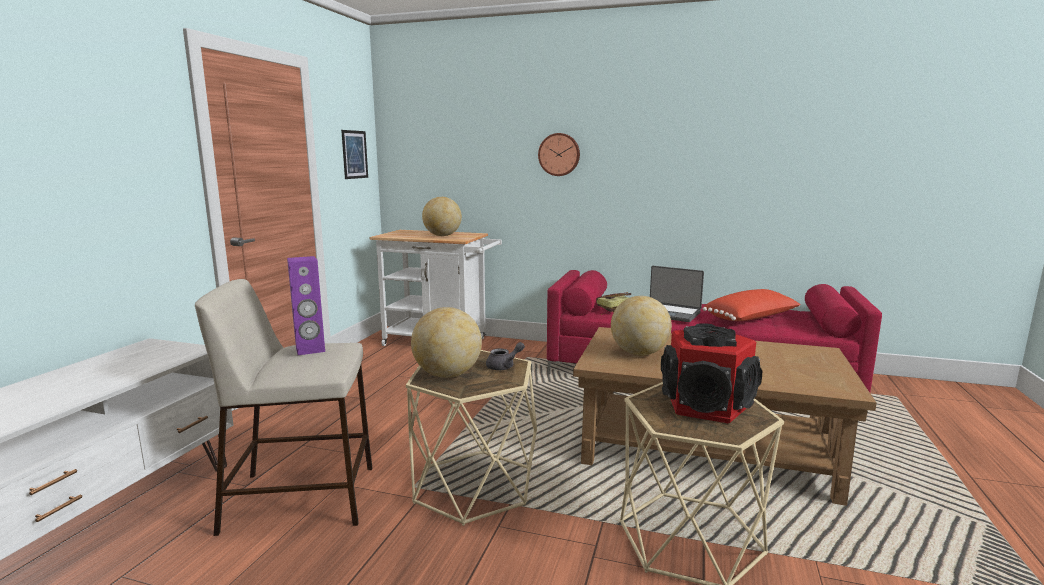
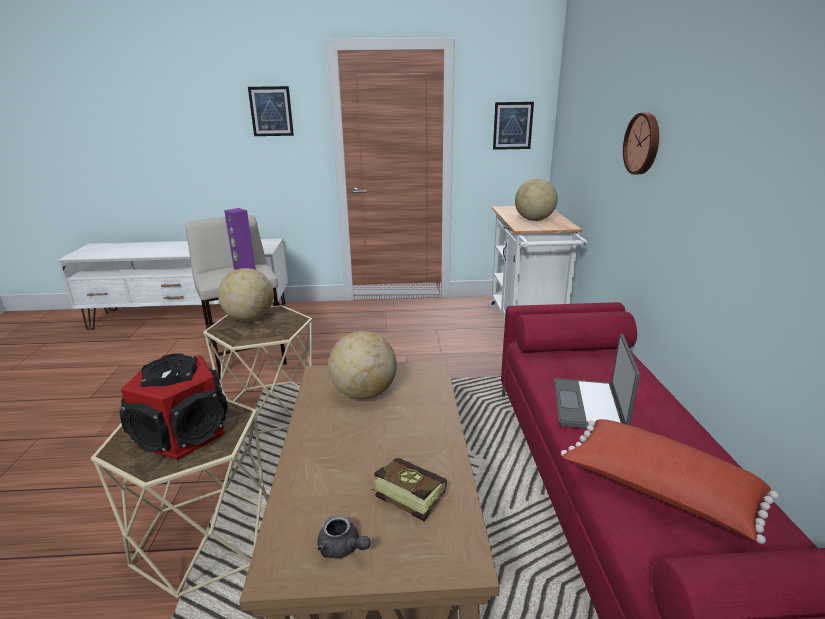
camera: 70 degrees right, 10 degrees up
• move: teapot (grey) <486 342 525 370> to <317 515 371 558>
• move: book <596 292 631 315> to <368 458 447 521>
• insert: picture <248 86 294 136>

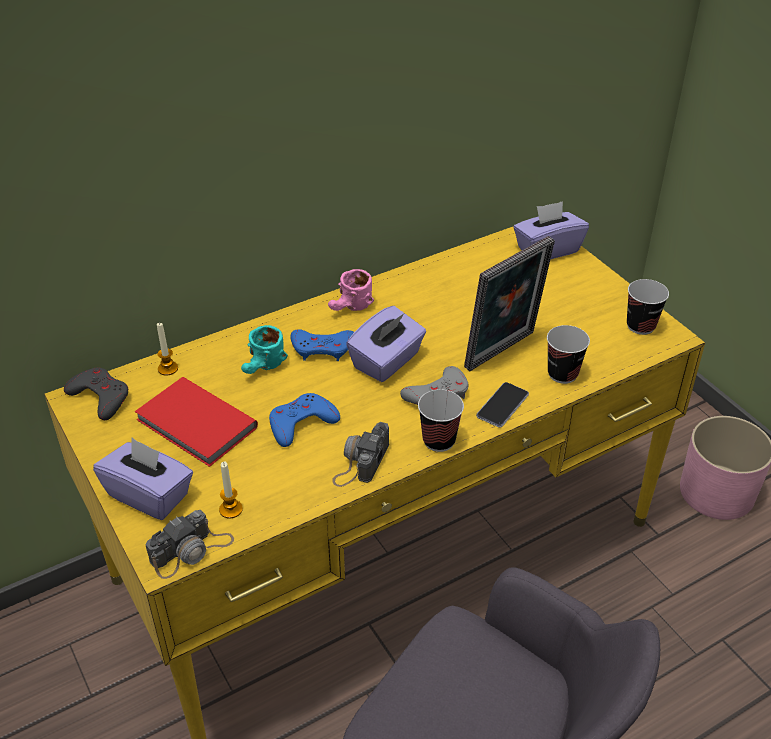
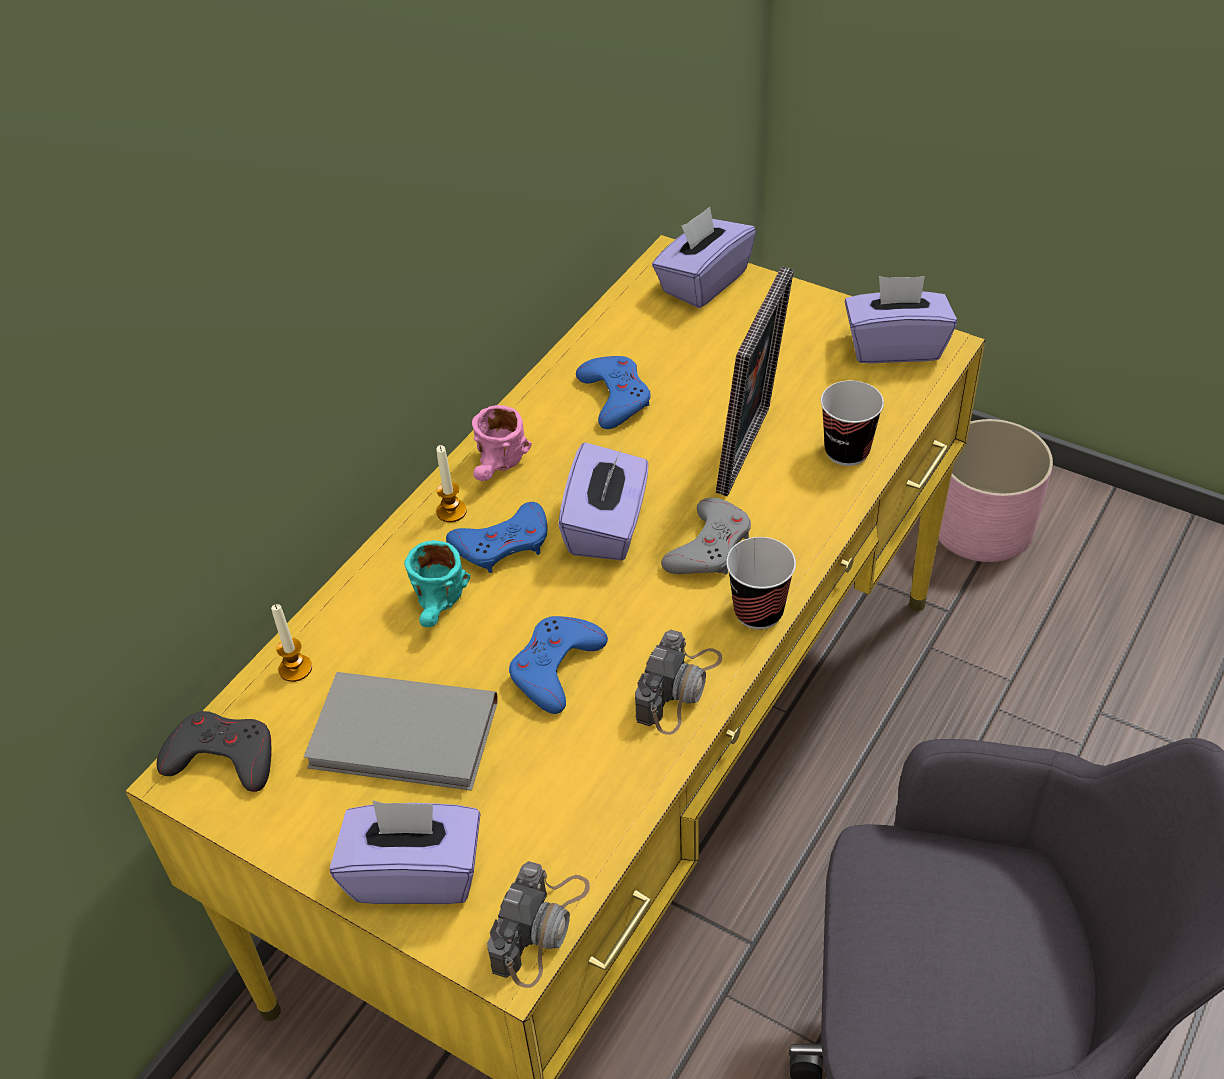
camera: 25 degrees left, 5 degrees up
• recolor: book (red) <135 377 258 467> to book (grey) <304 672 498 791>
• move: candle <219 462 243 519> to <436 445 467 522>
• rotate: photo camera <332 422 389 487> = <635 630 722 735> 150 degrees counterclockwise
• delete: phone <476 382 529 428>
• replace: cup <627 279 669 335> to tissue box (purple) <845 276 957 364>
• insert: game controller (blue) <576 356 651 429>

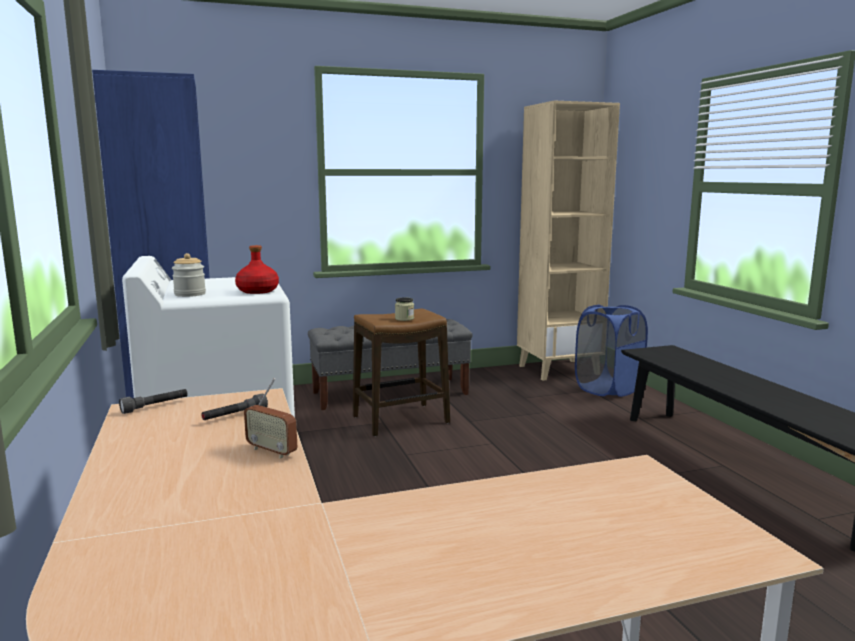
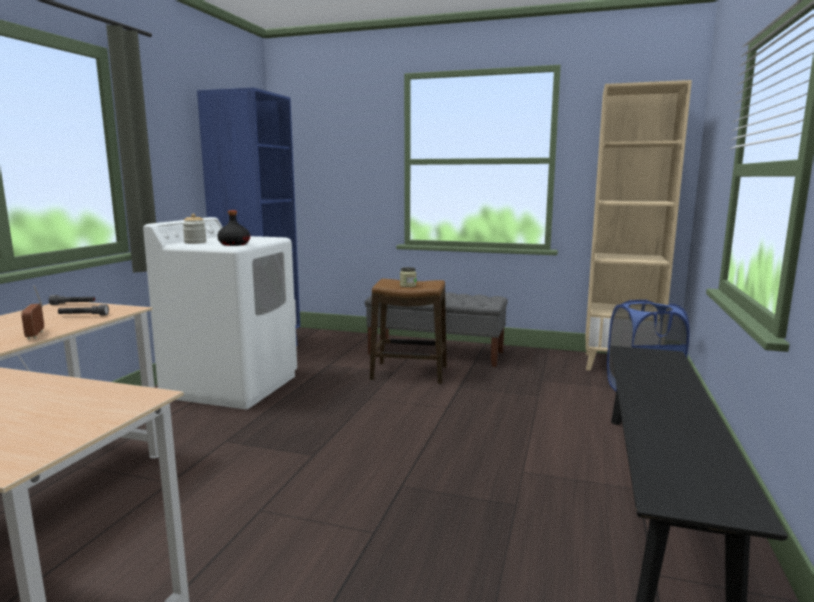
camera: 35 degrees right, 0 degrees up
• recolor: bottle (red) <235 245 279 294> to bottle (black) <217 210 250 246>

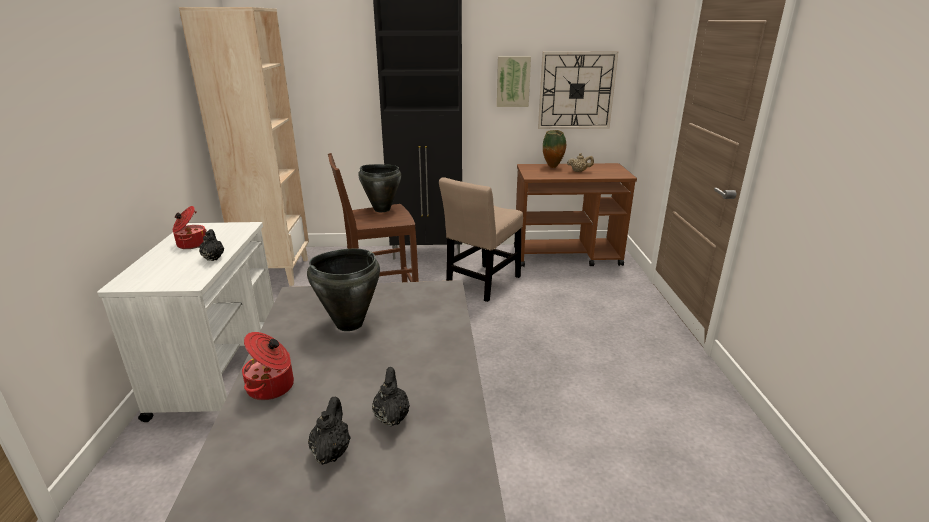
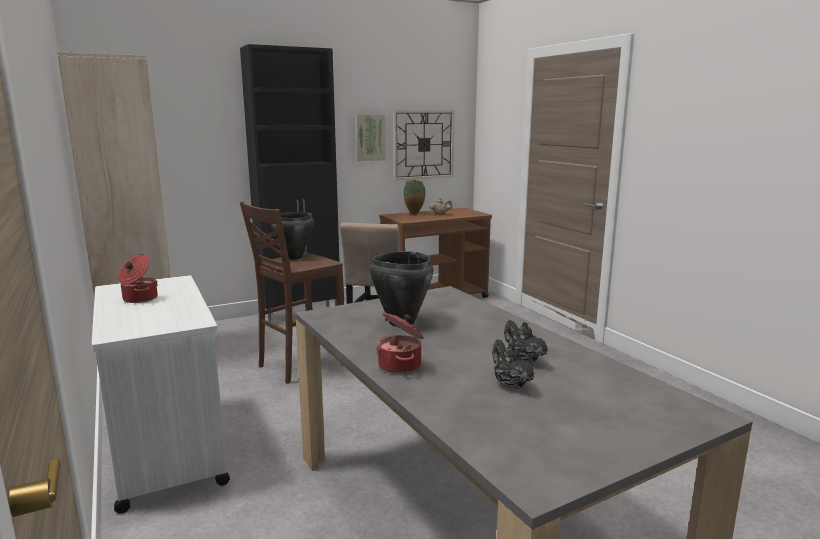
camera: 25 degrees left, 10 degrees down
• delete: teapot (black) <199 229 224 261>

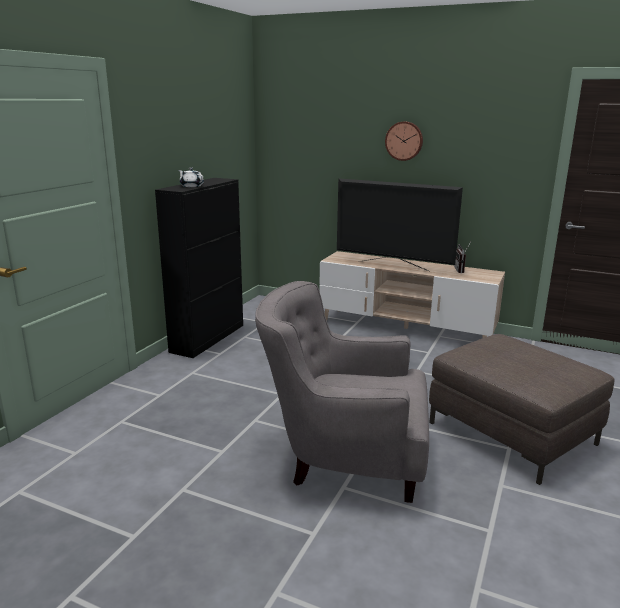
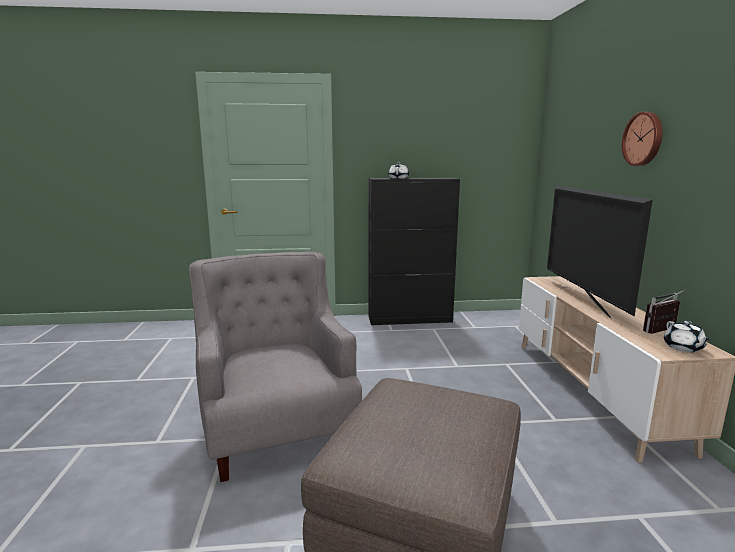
camera: 60 degrees right, 5 degrees down
• insert: teapot (white) <664 321 711 352>

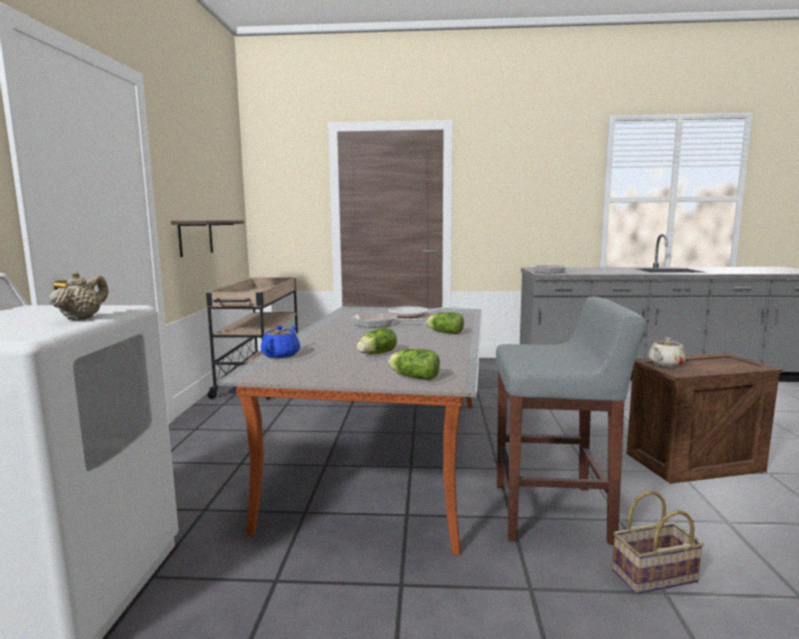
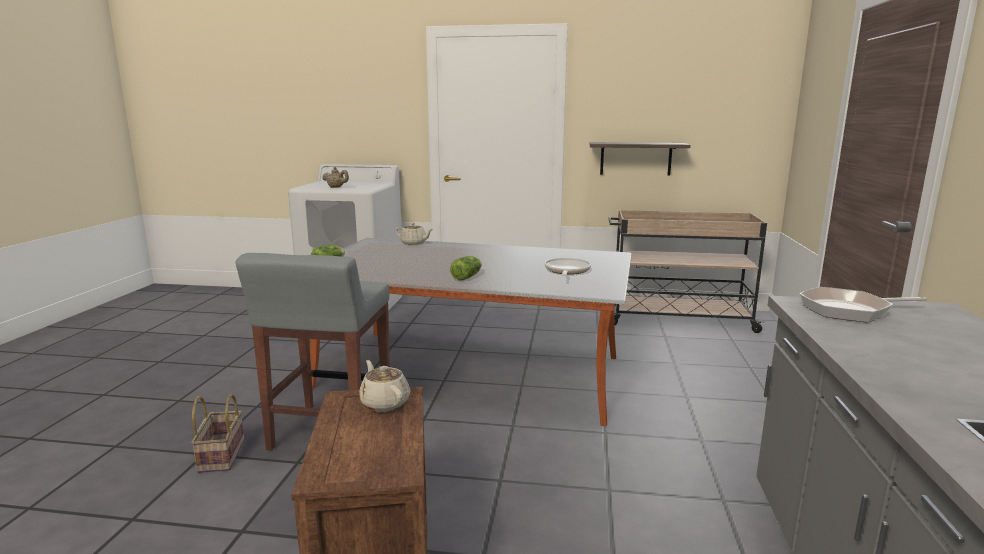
camera: 95 degrees right, 5 degrees up
• recolor: teapot (blue) <261 326 300 358> to teapot (beige) <395 223 433 245>
• delete: frying pan <351 313 423 328>
• delete: lettuce <357 327 397 354>

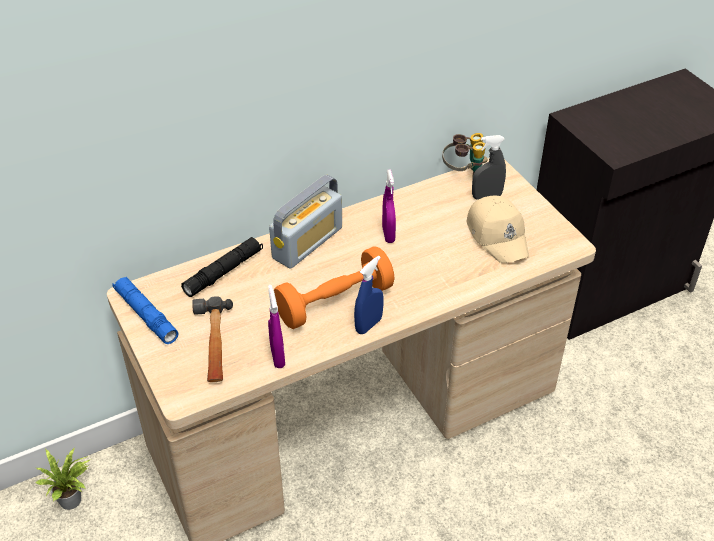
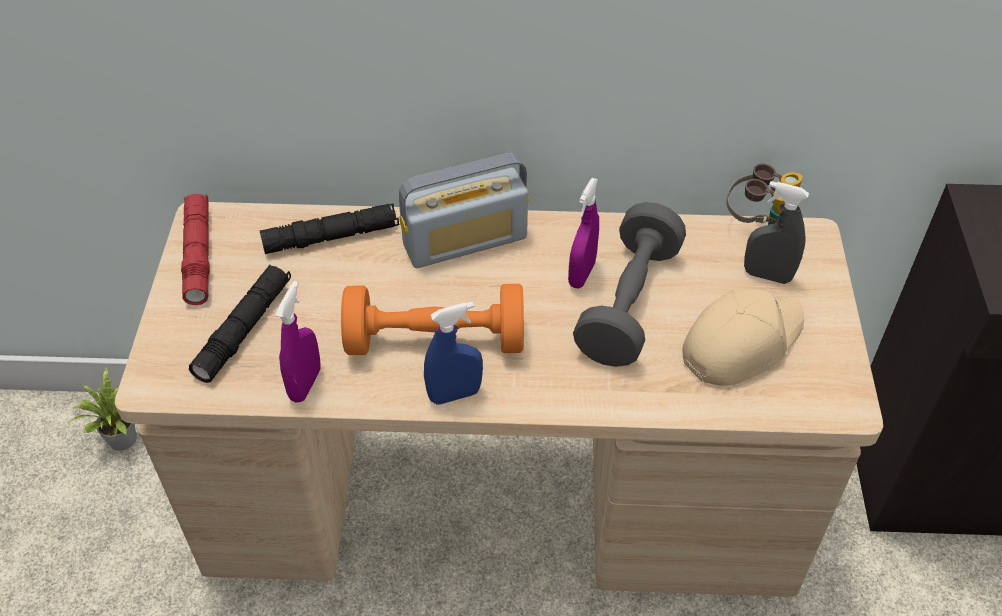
camera: 30 degrees right, 5 degrees up
• recolor: flashlight (blue) <113 277 179 344> to flashlight (red) <181 194 210 305>
• replace: hammer <192 296 233 382> to flashlight (black) <189 265 291 383>
• rotate: cap (beige) <467 196 529 263> = <682 289 804 386> 135 degrees counterclockwise
• insert: dumbbell (grey) <573 202 686 367>

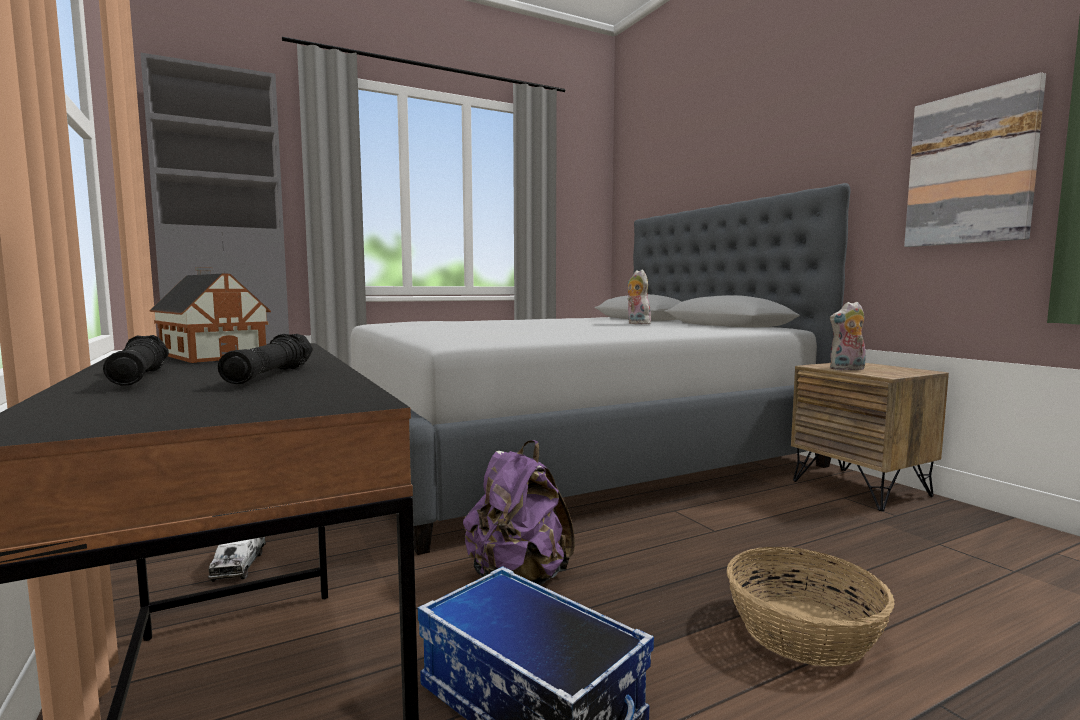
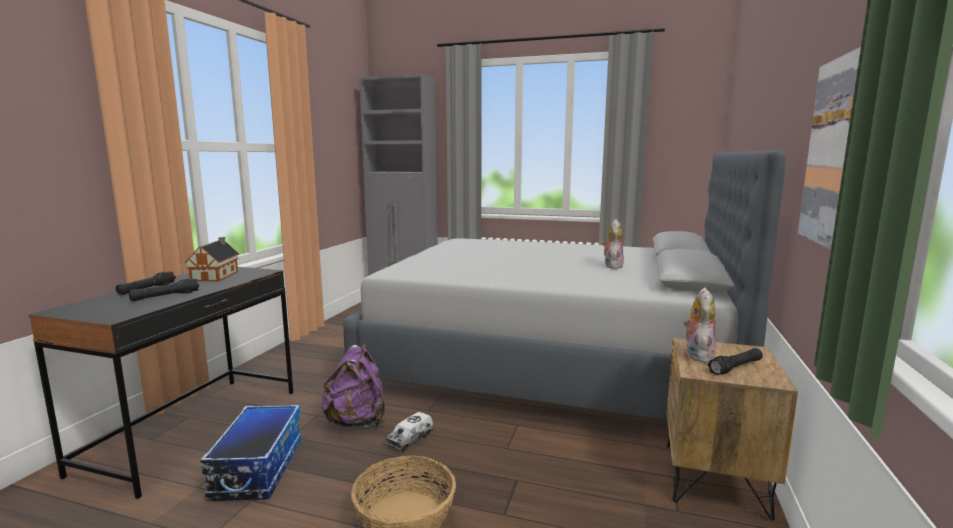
camera: 45 degrees right, 5 degrees up
• move: toy truck <208 537 266 582> to <386 412 434 452>
• rotate: plush toy <830 302 866 370> = <683 287 716 363> 75 degrees clockwise
• insert: flashlight (black) <708 348 763 375>

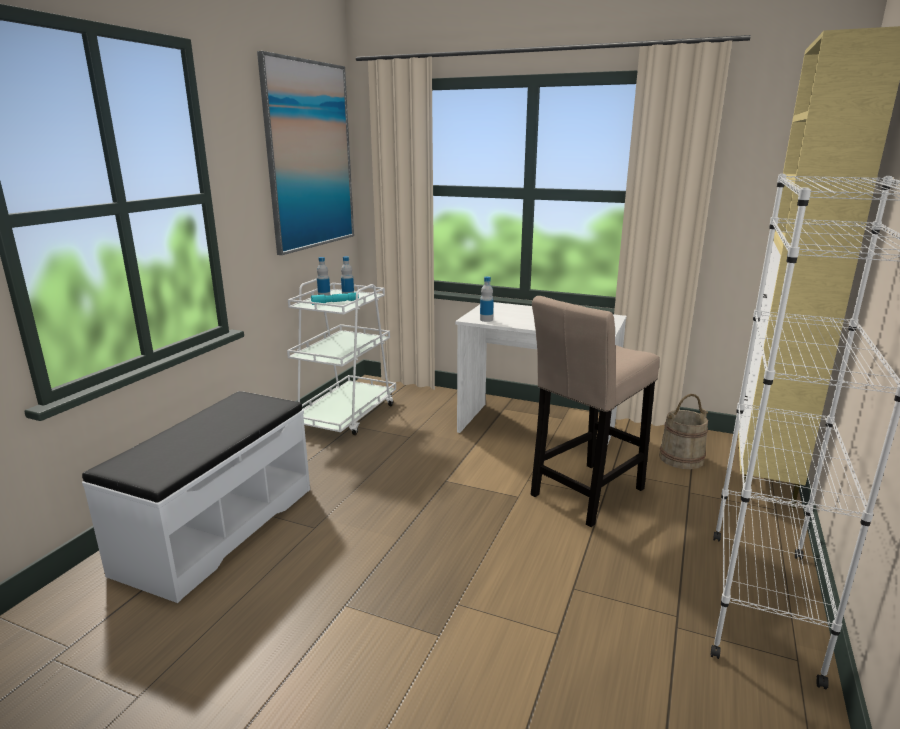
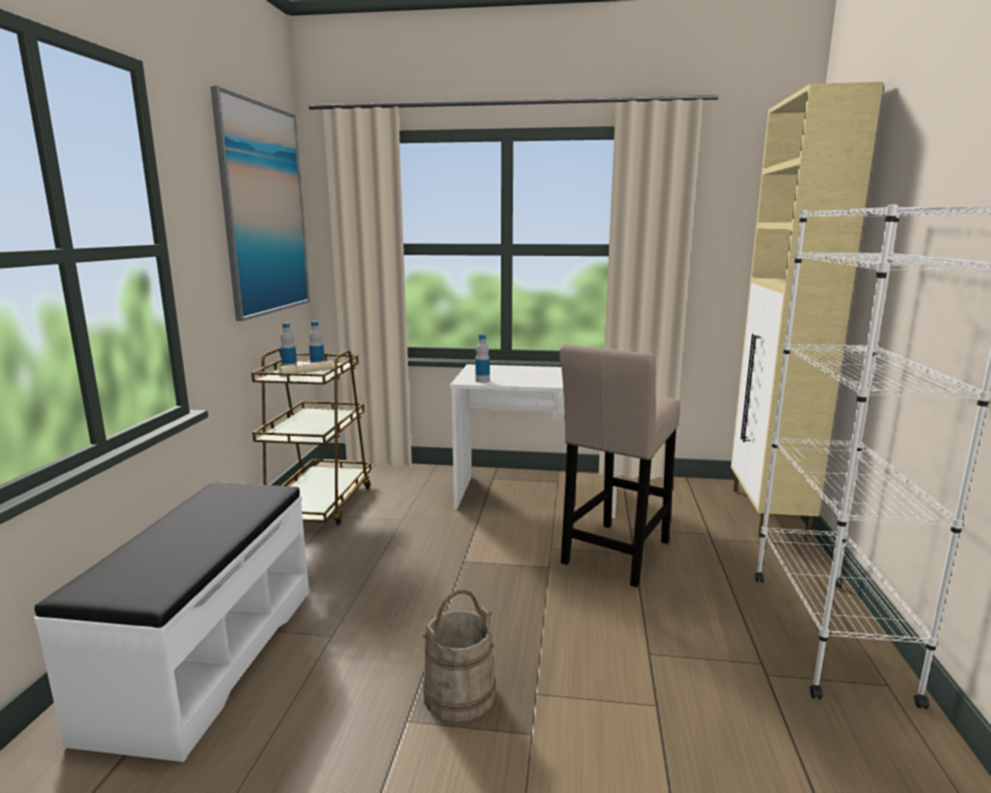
camera: 15 degrees left, 5 degrees down
• recolor: cart (white) <287 279 396 435> to cart (brown) <251 348 371 525>
• recolor: flashlight (turquoise) <311 292 359 305> to flashlight (beige) <278 361 334 377>
• move: bucket (beige) <659 394 708 469> to <422 589 496 722>

